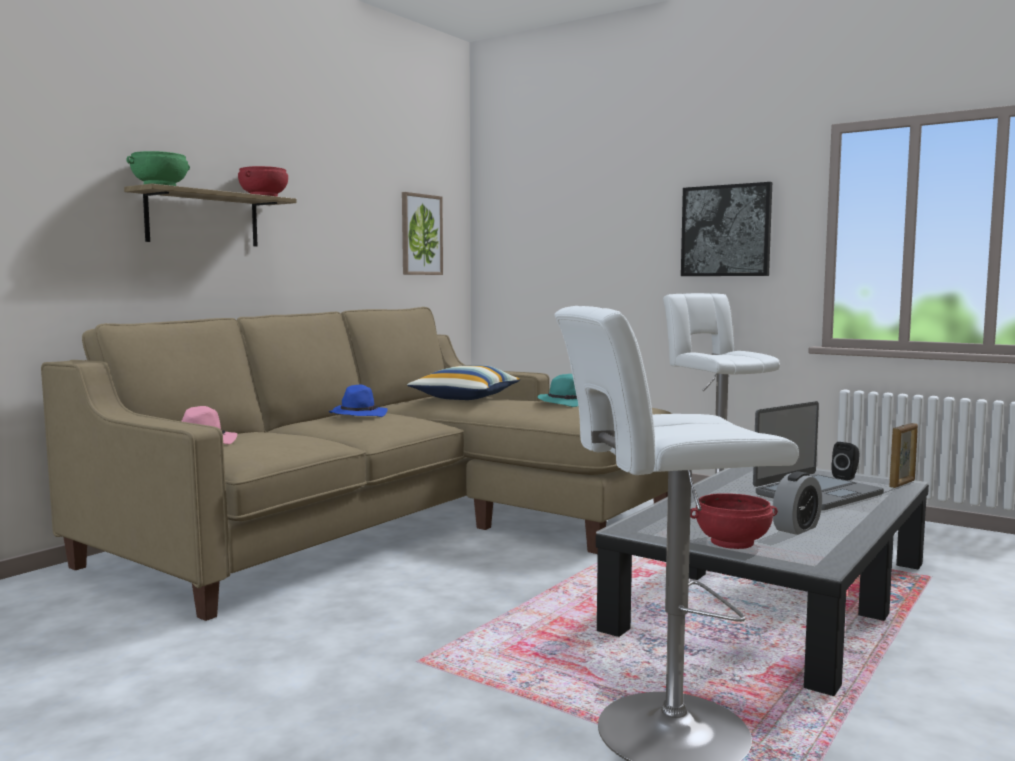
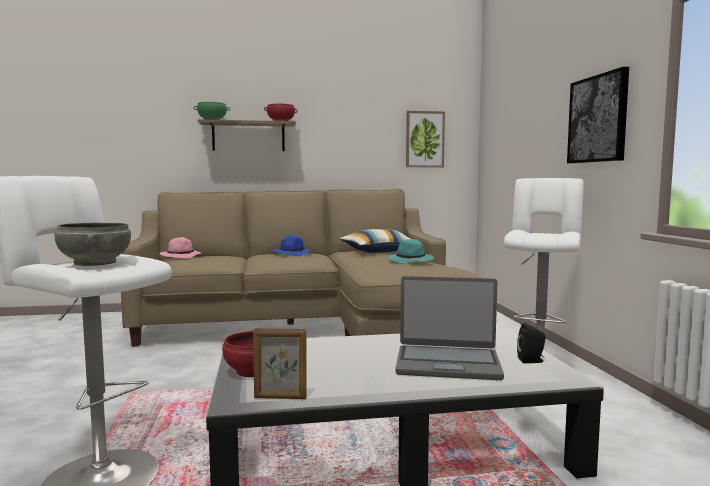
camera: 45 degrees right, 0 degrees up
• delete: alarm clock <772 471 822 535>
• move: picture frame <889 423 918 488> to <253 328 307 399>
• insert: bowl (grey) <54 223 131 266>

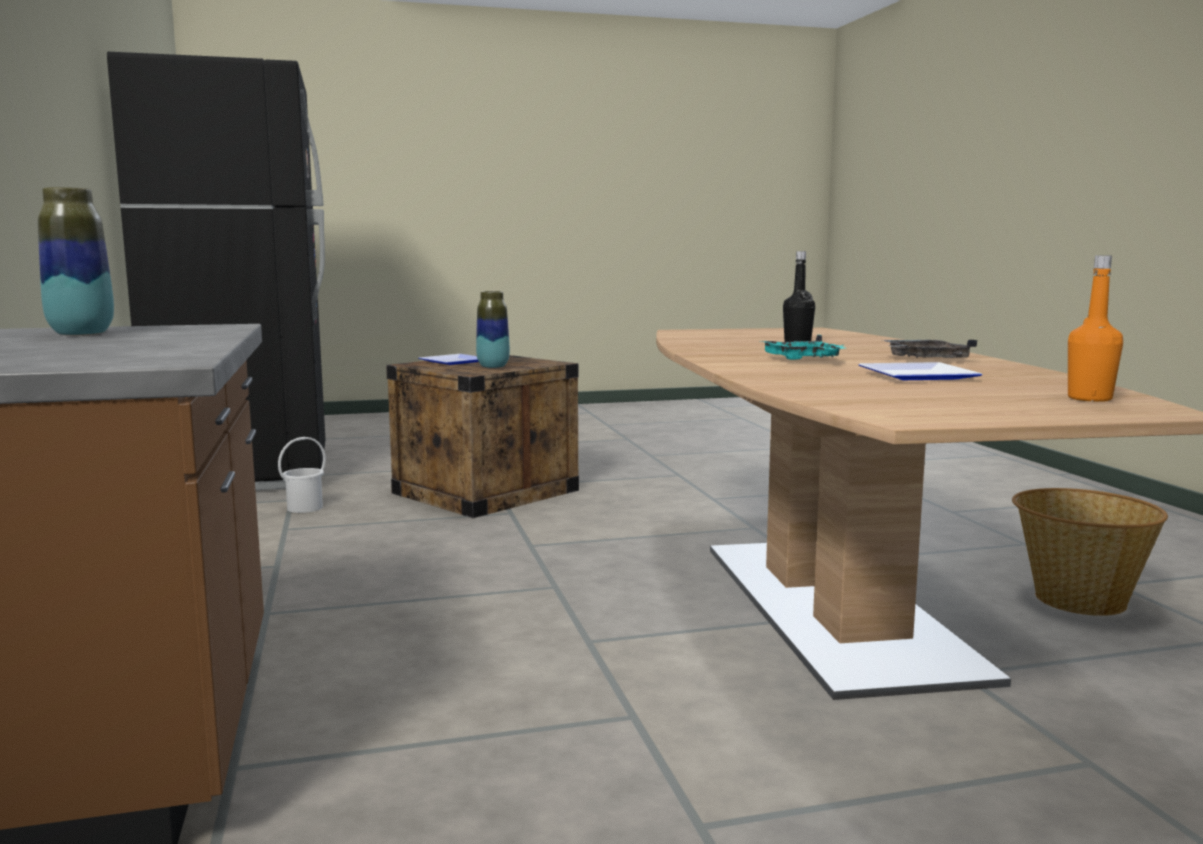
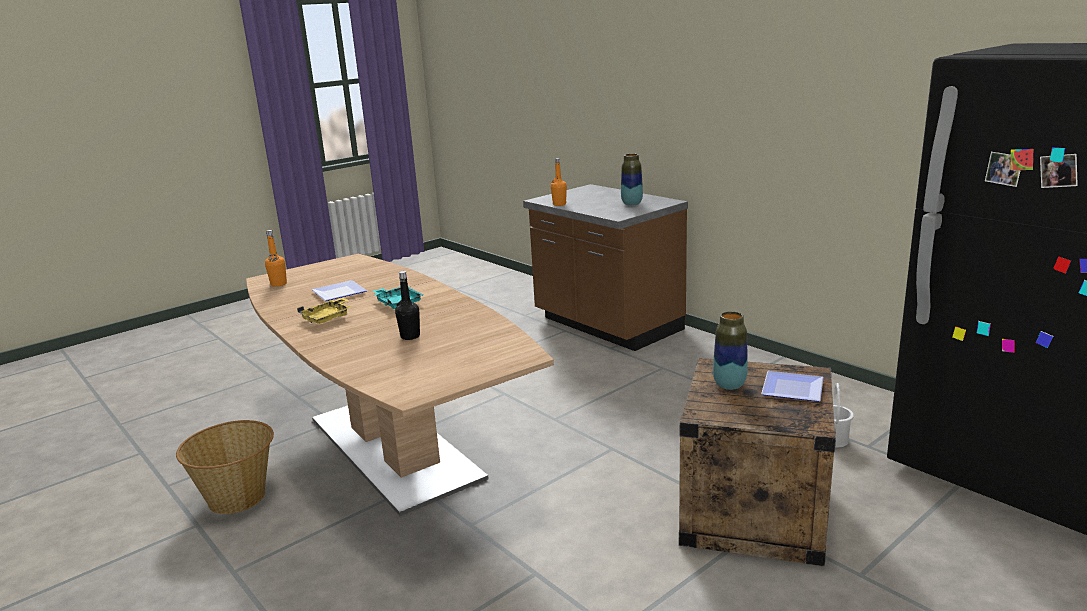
camera: 155 degrees right, 10 degrees up
• recolor: tray (grey) <882 340 977 358> to tray (yellow) <297 298 351 324>
• insert: bottle (orange) <551 158 567 206>

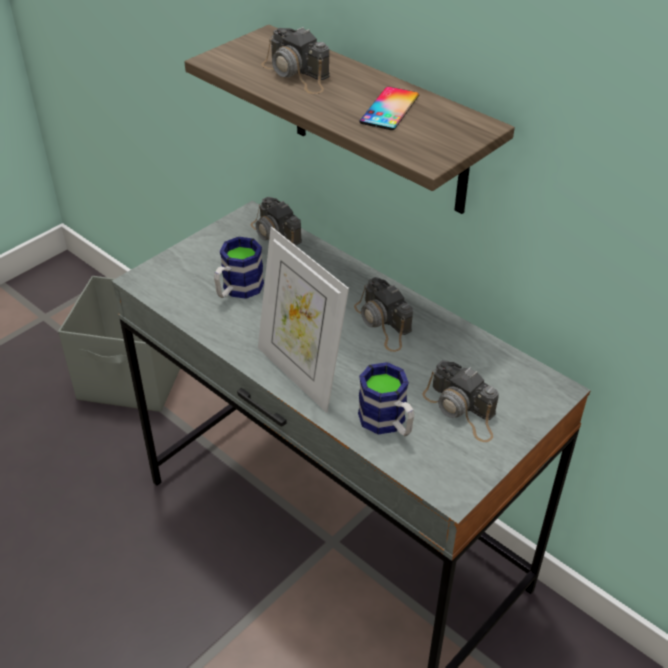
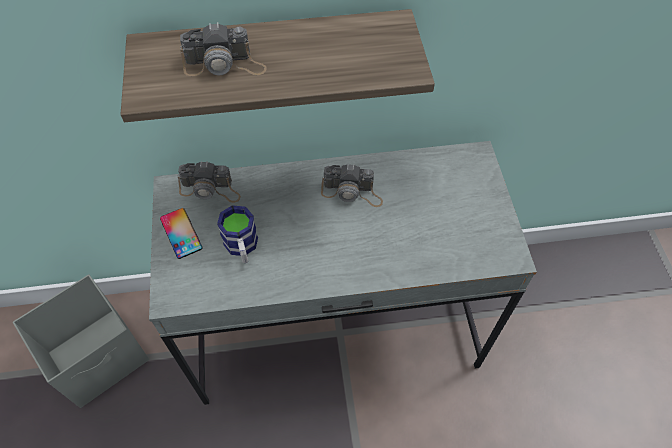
camera: 50 degrees left, 15 degrees up
• delete: picture frame <258 227 349 413>
• delete: mug <358 362 414 436>
• move: phone <359 87 419 130> to <160 208 203 259>
• delete: photo camera <423 360 499 442>

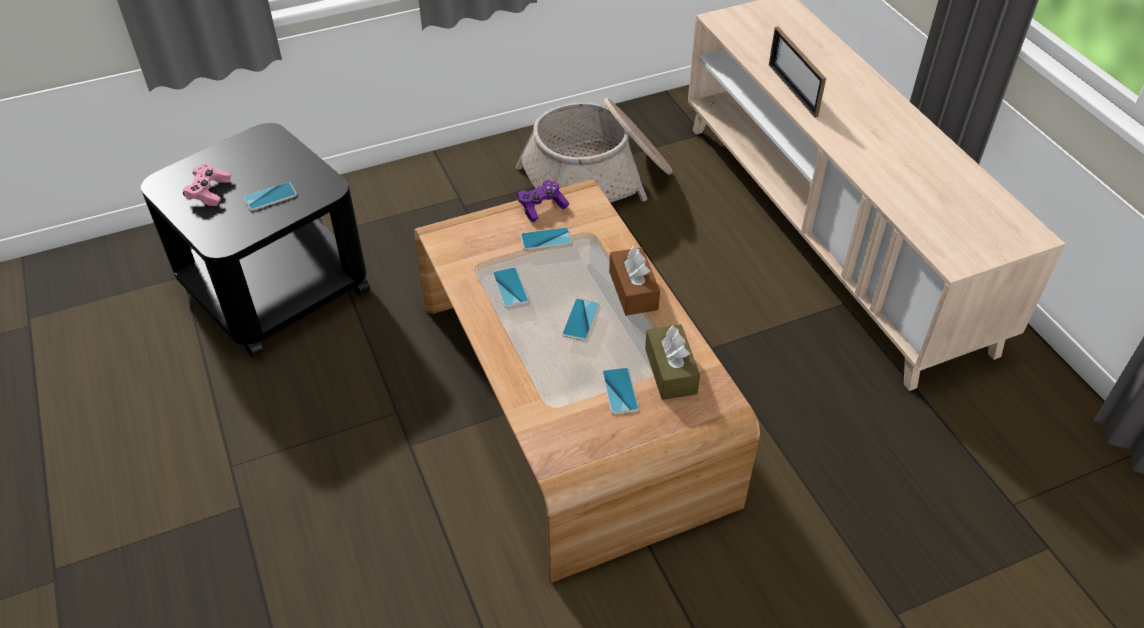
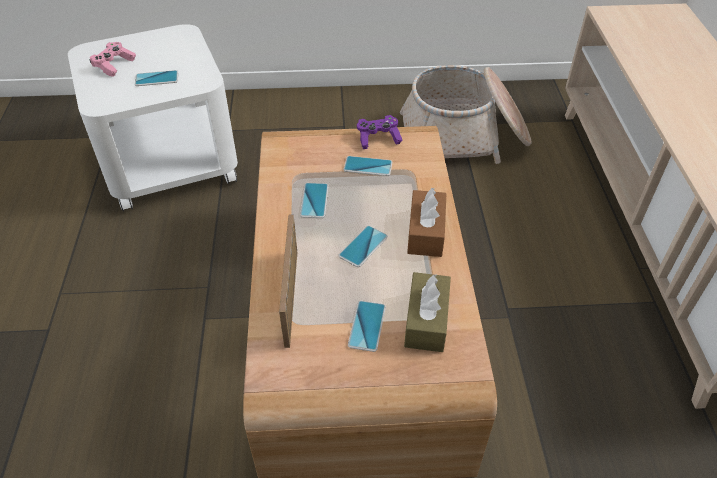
camera: 20 degrees right, 0 degrees up
• recolor: side table (black) <141 123 370 358> to side table (white) <68 24 238 211>
• move: picture frame <769 27 826 118> to <279 215 297 348>

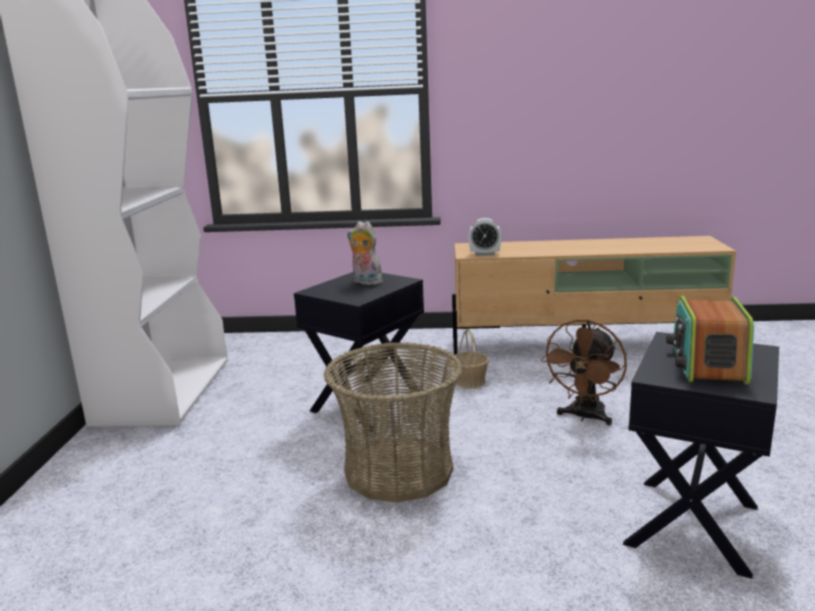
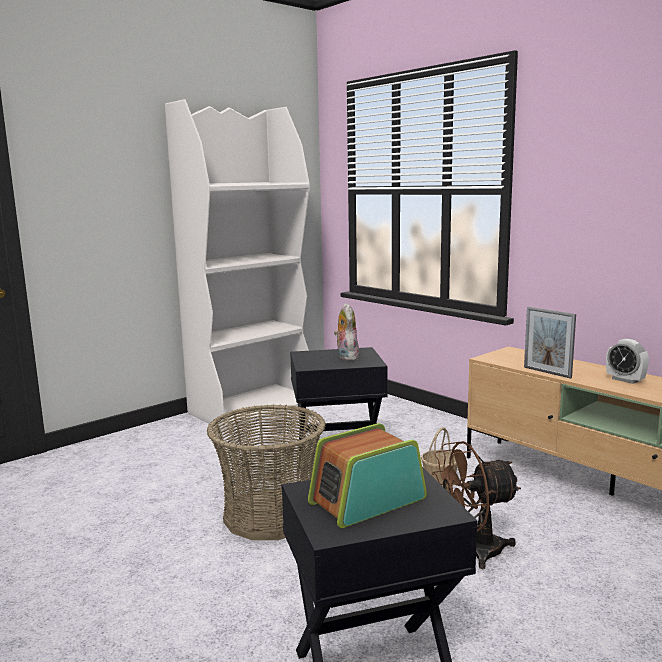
camera: 45 degrees right, 5 degrees down
• move: alarm clock <469 218 501 256> to <606 339 649 384>
• insert: picture frame <524 307 576 379>

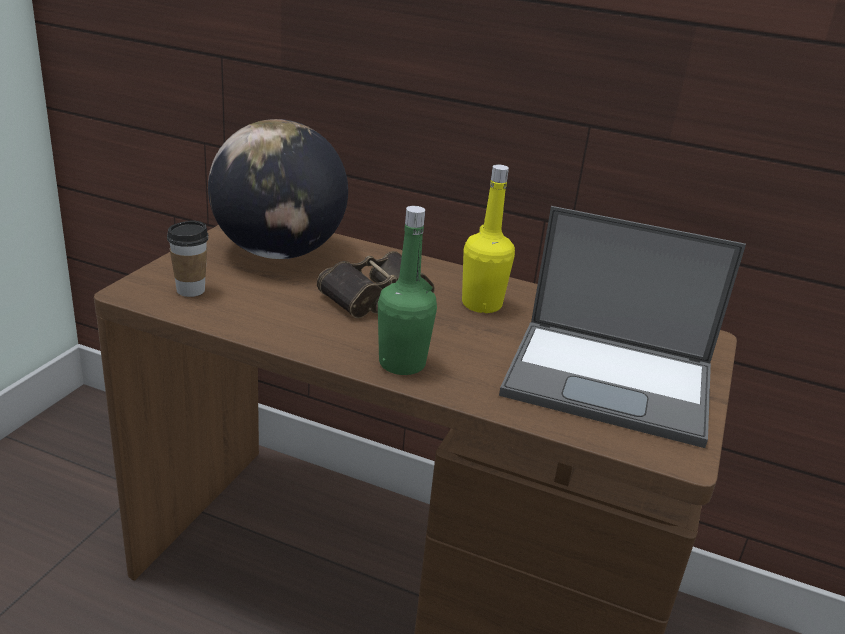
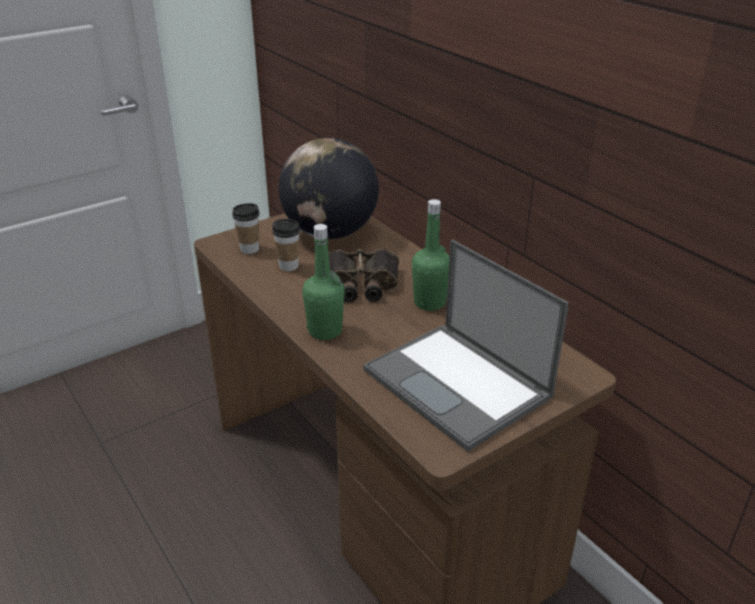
camera: 35 degrees right, 5 degrees up
• recolor: bottle (yellow) <462 165 515 313> to bottle (green) <412 199 450 311>
• insert: cup <272 219 300 271>

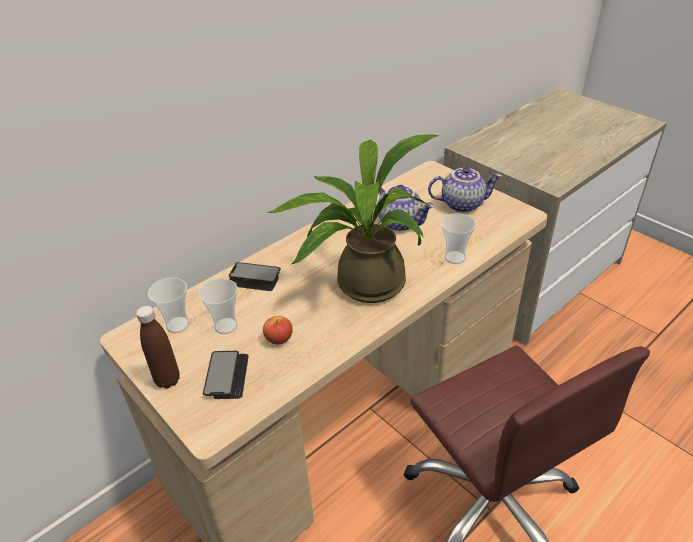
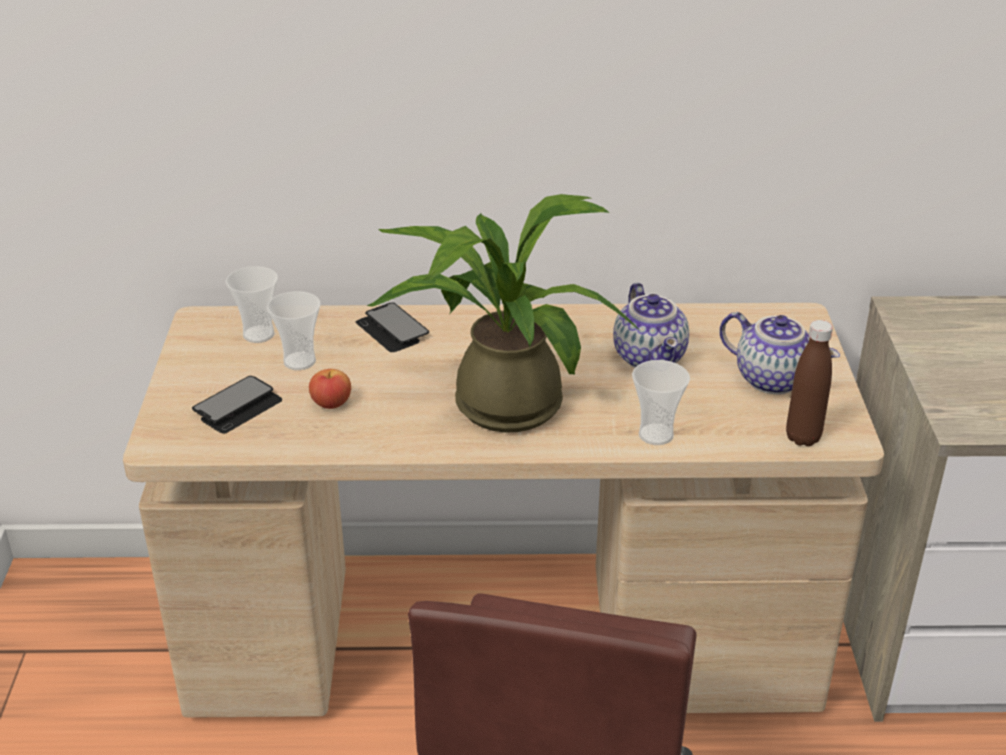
camera: 40 degrees right, 5 degrees down
• move: bottle (brown) <136 306 180 389> to <786 320 833 446>

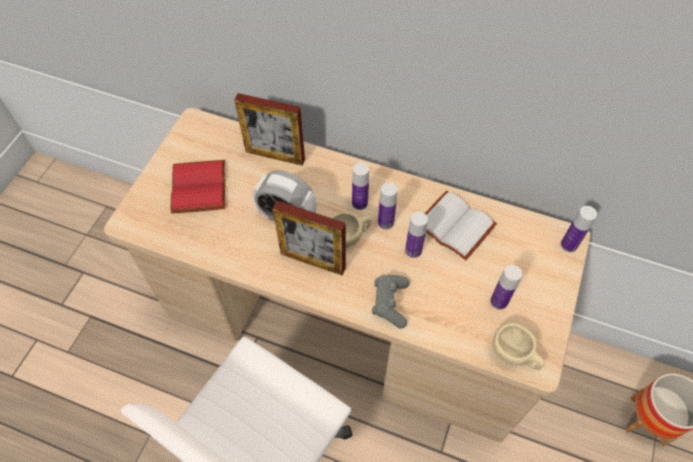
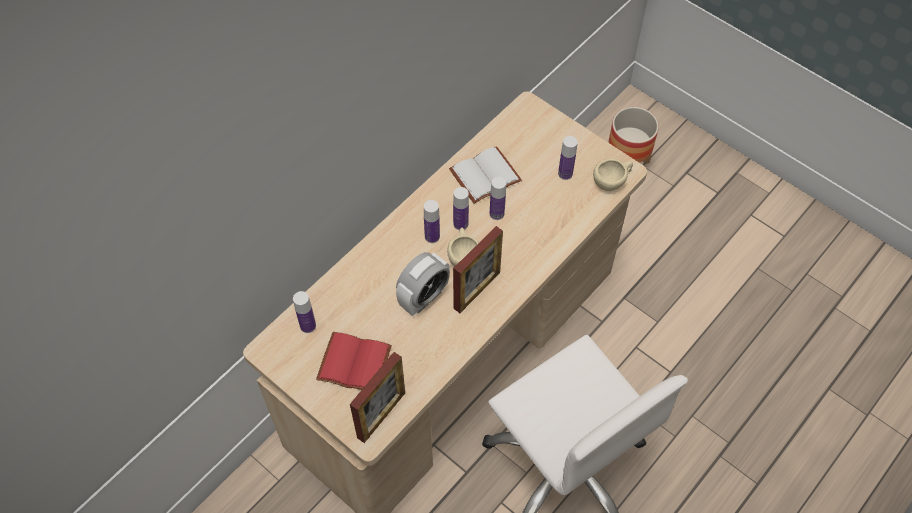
camera: 70 degrees left, 0 degrees up
• move: picture frame <234 93 305 166> to <350 352 405 443>
• delete: game controller (grey) <372 275 410 329>
• move: bottle <561 206 597 252> to <293 291 316 333>

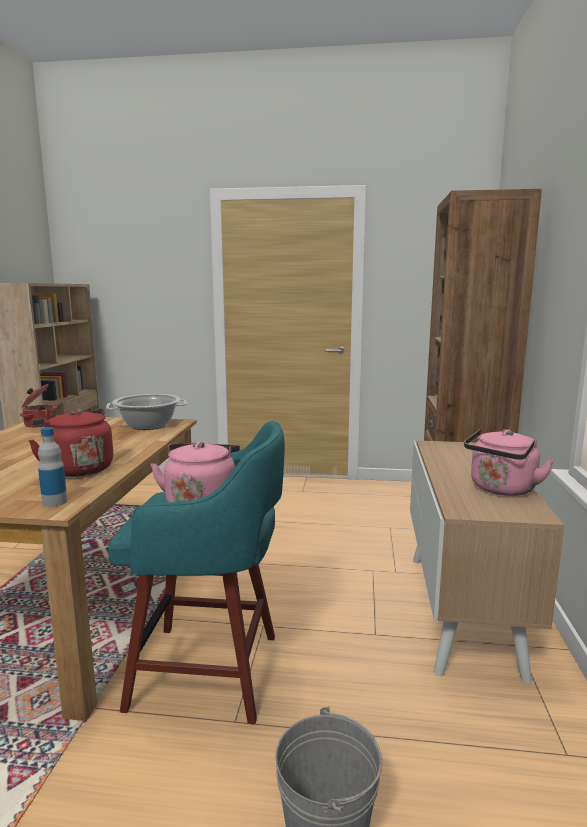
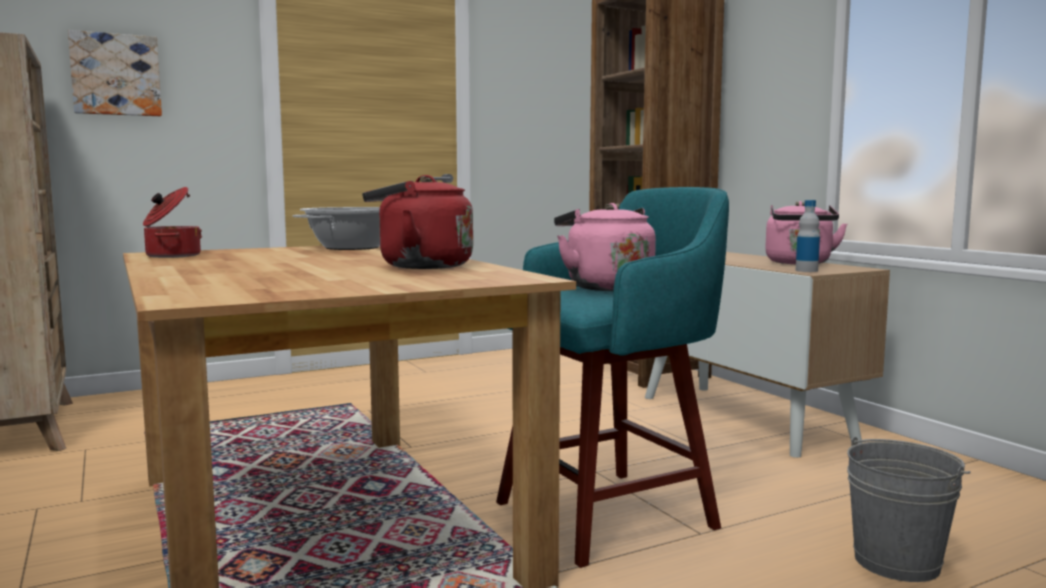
camera: 35 degrees left, 5 degrees down
• move: bottle <38 427 67 507> to <796 200 820 272>
• insert: picture <68 30 162 116>

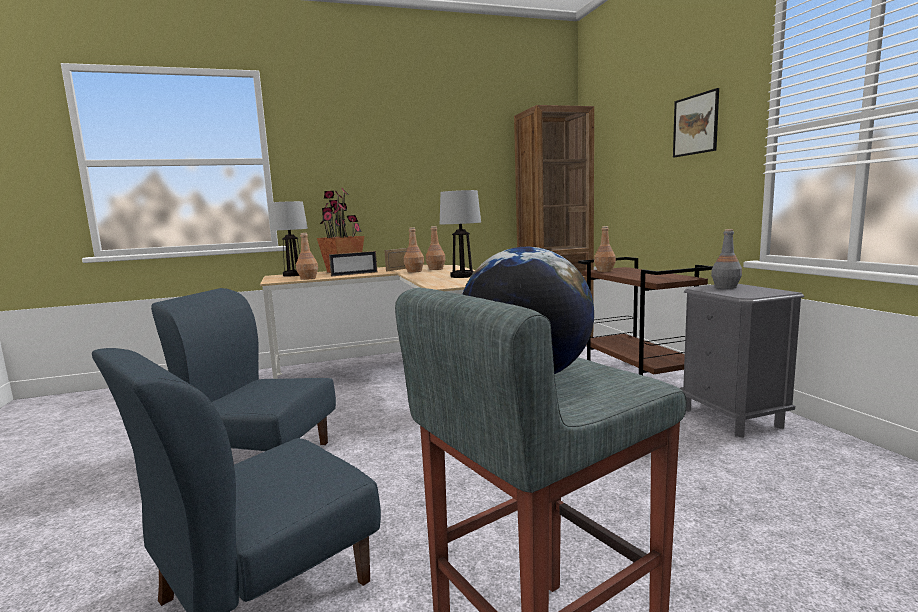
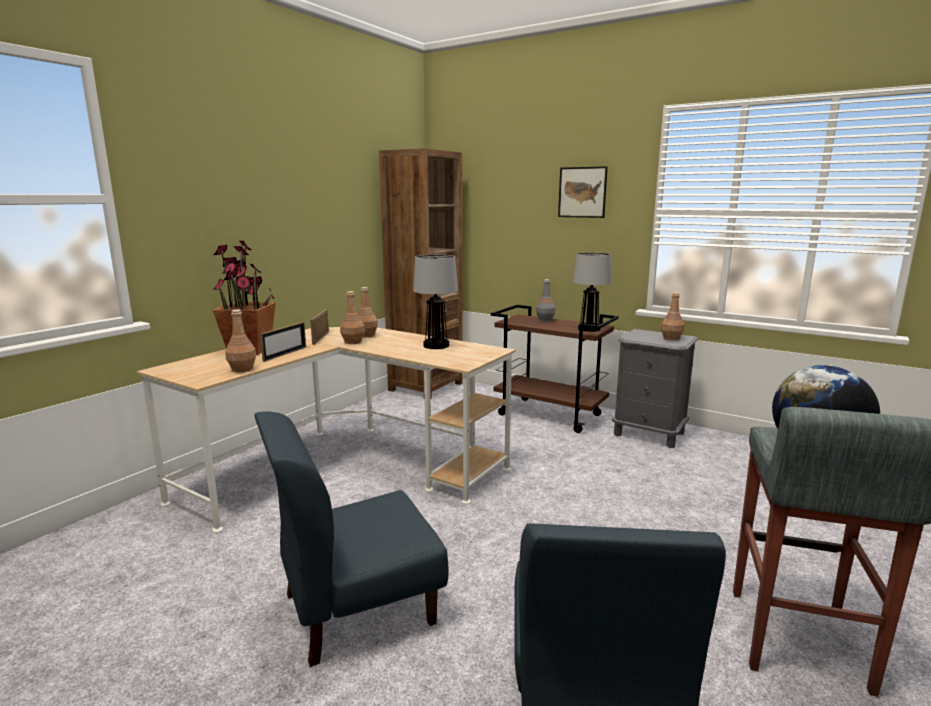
camera: 40 degrees left, 5 degrees up
• move: table lamp <269 201 308 277> to <573 252 611 332>
• move: bottle (brown) <594 226 616 272> to <661 292 684 341>
• move: bottle (grey) <711 229 742 289> to <536 279 555 322>

